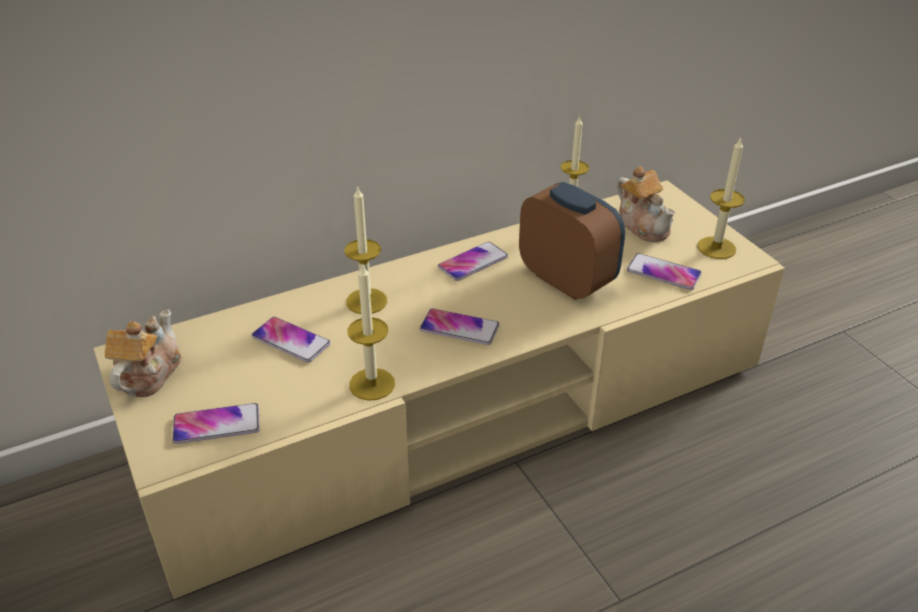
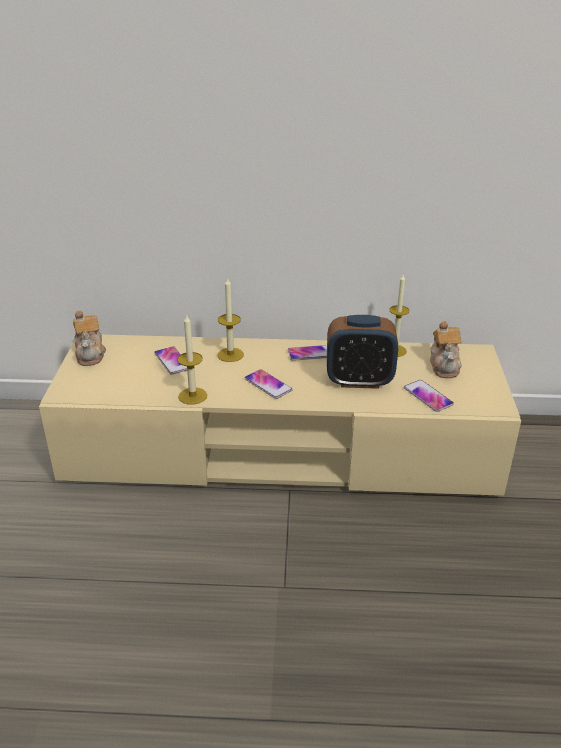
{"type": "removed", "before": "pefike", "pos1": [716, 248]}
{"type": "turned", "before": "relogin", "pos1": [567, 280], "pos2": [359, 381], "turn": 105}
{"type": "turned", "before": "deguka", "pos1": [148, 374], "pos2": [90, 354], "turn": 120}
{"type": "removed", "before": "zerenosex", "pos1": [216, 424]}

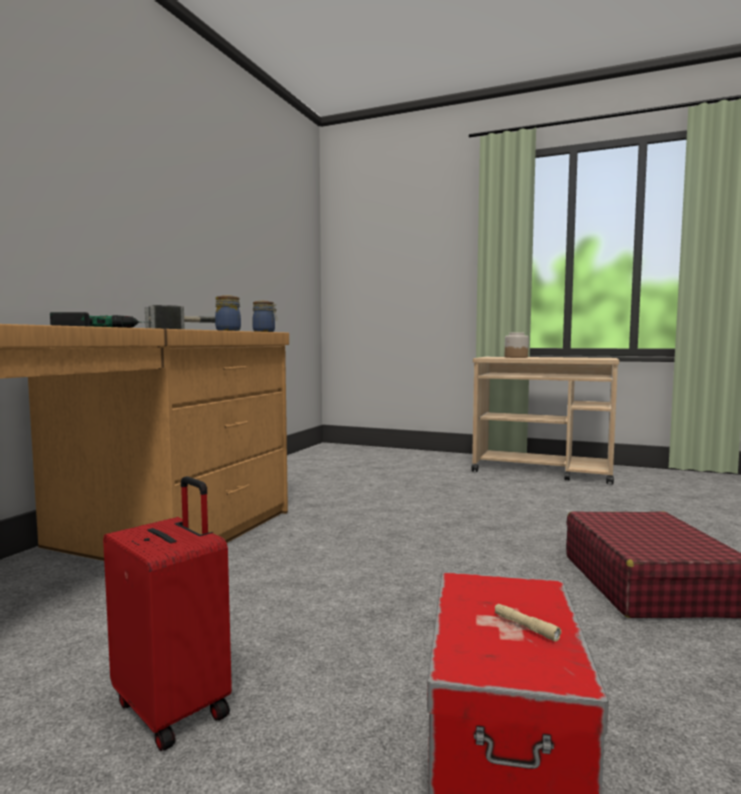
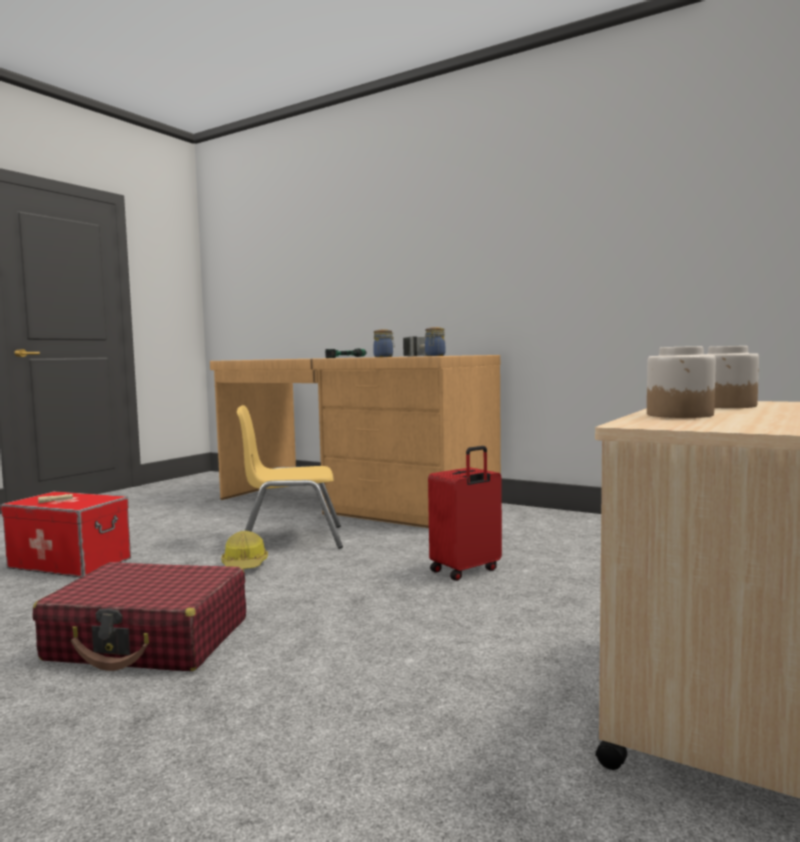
{"type": "moved", "before": "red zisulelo", "pos1": [175, 707], "pos2": [466, 571]}
{"type": "added", "after": "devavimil", "pos2": [680, 415]}
{"type": "added", "after": "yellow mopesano", "pos2": [291, 539]}
{"type": "added", "after": "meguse", "pos2": [245, 565]}

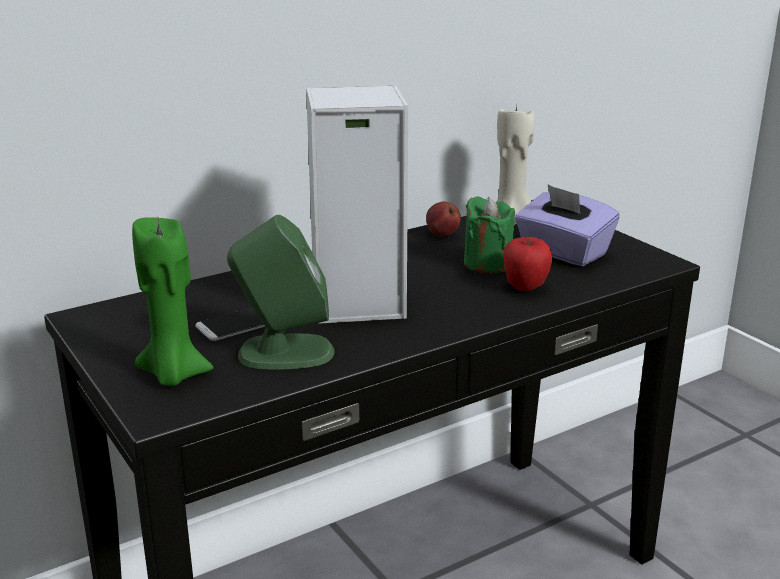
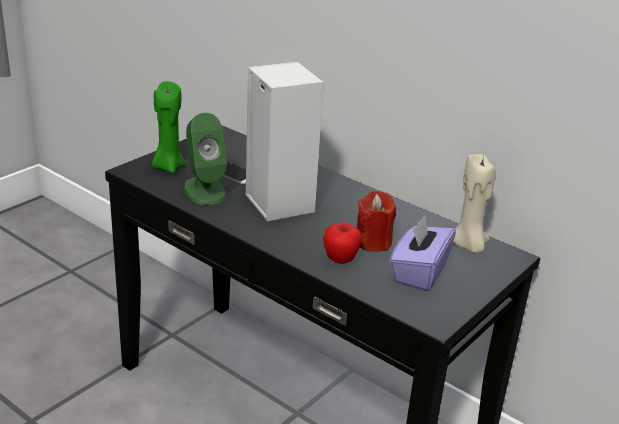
{"type": "recoloured", "before": "green pefike", "after": "red pefike", "pos1": [487, 264], "pos2": [373, 242]}
{"type": "removed", "before": "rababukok", "pos1": [441, 235]}

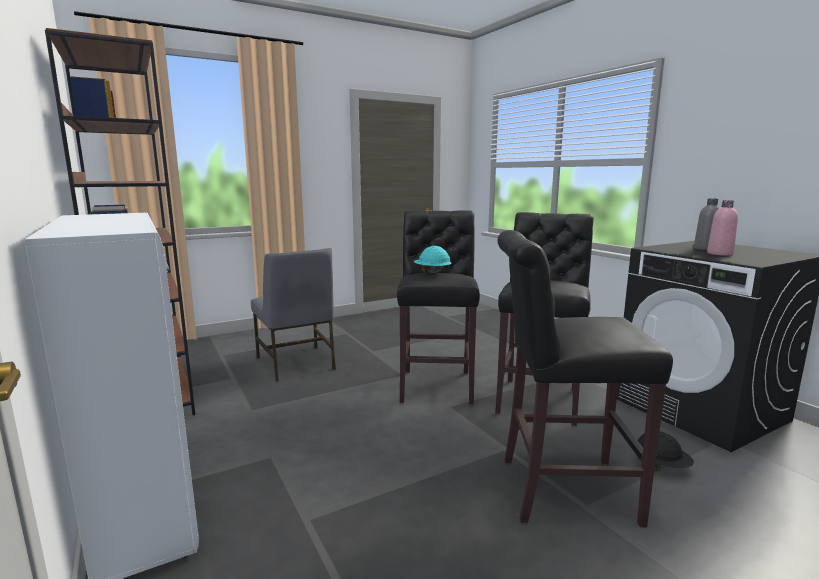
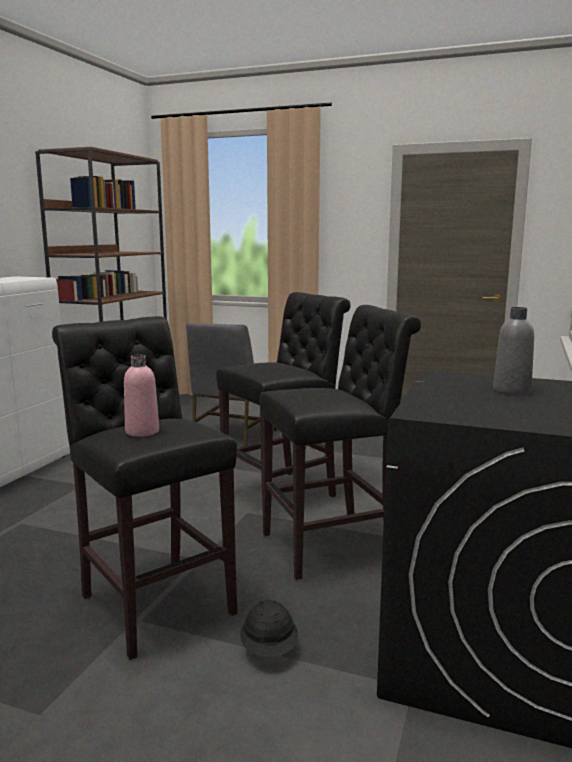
{"type": "moved", "before": "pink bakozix", "pos1": [720, 253], "pos2": [142, 431]}
{"type": "removed", "before": "turquoise meguse", "pos1": [432, 273]}

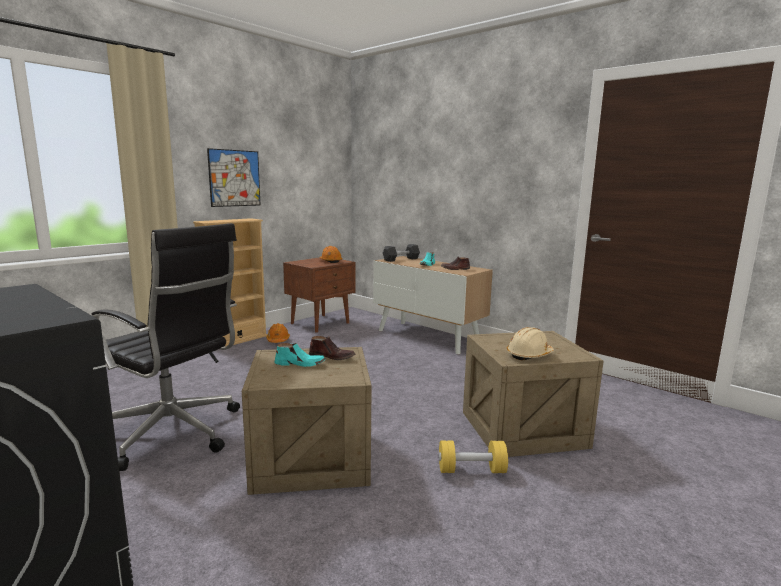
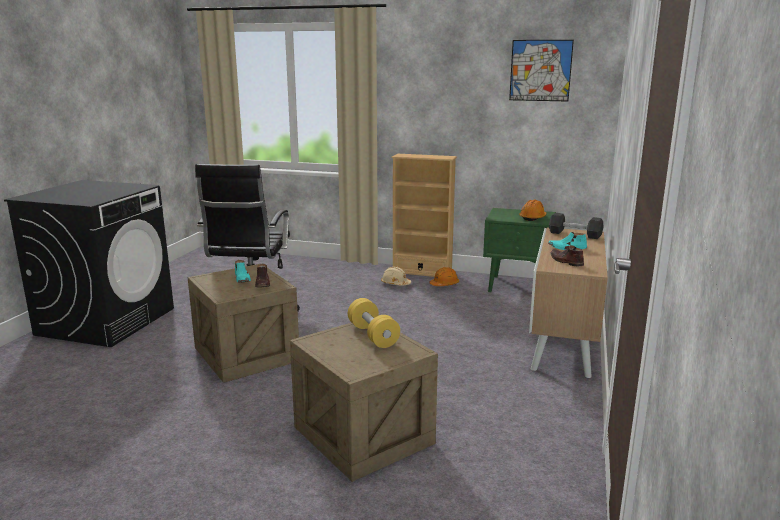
{"type": "moved", "before": "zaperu", "pos1": [234, 178], "pos2": [540, 70]}
{"type": "recoloured", "before": "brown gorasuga", "after": "green gorasuga", "pos1": [321, 323], "pos2": [517, 286]}
{"type": "moved", "before": "beige meguse", "pos1": [529, 355], "pos2": [395, 283]}
{"type": "moved", "before": "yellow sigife", "pos1": [471, 470], "pos2": [373, 335]}

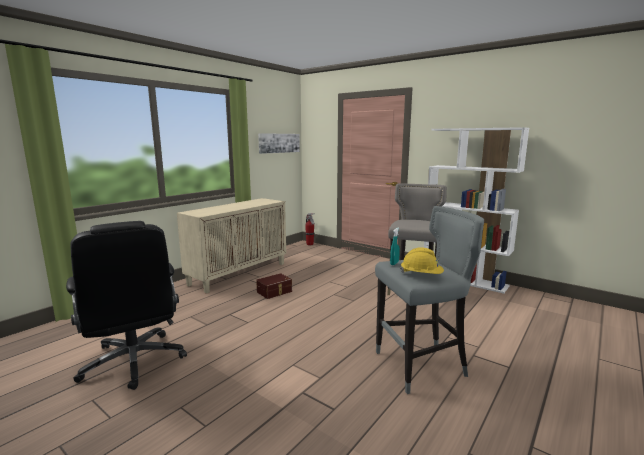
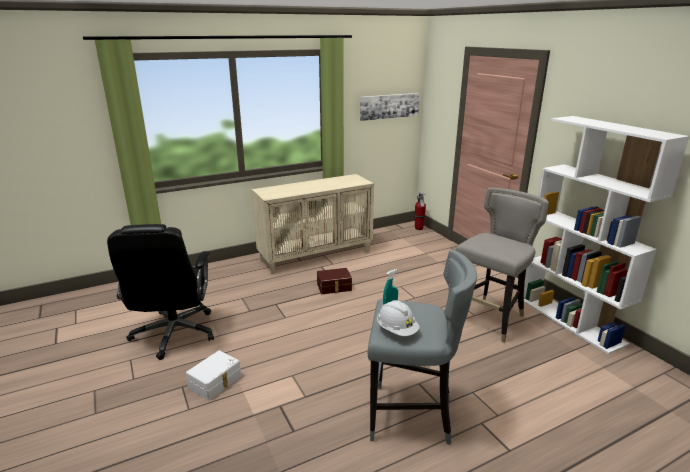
{"type": "recoloured", "before": "yellow meguse", "after": "white meguse", "pos1": [421, 275], "pos2": [397, 330]}
{"type": "added", "after": "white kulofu", "pos2": [216, 382]}

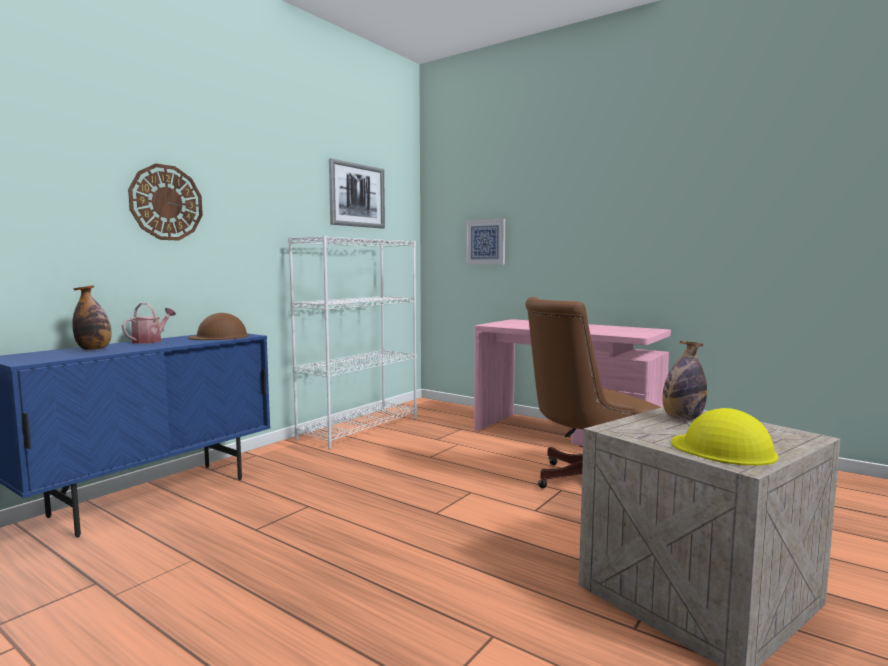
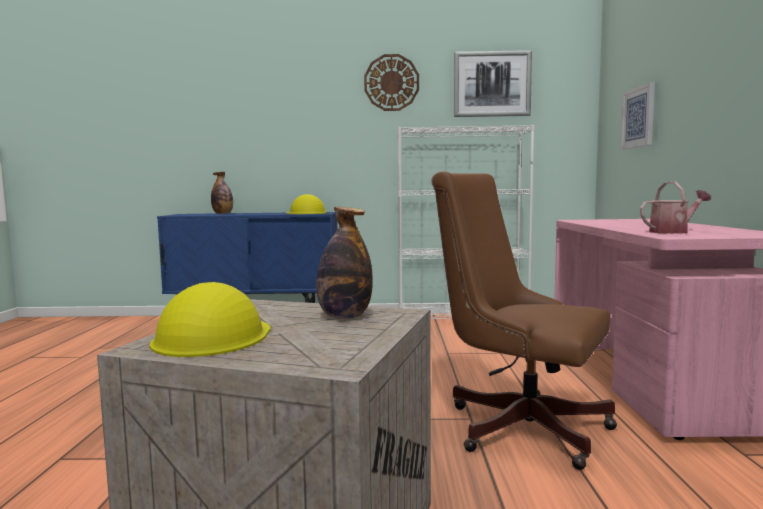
{"type": "moved", "before": "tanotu", "pos1": [166, 202], "pos2": [391, 83]}
{"type": "moved", "before": "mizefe", "pos1": [150, 341], "pos2": [672, 232]}
{"type": "recoloured", "before": "brown meguse", "after": "yellow meguse", "pos1": [219, 337], "pos2": [306, 213]}

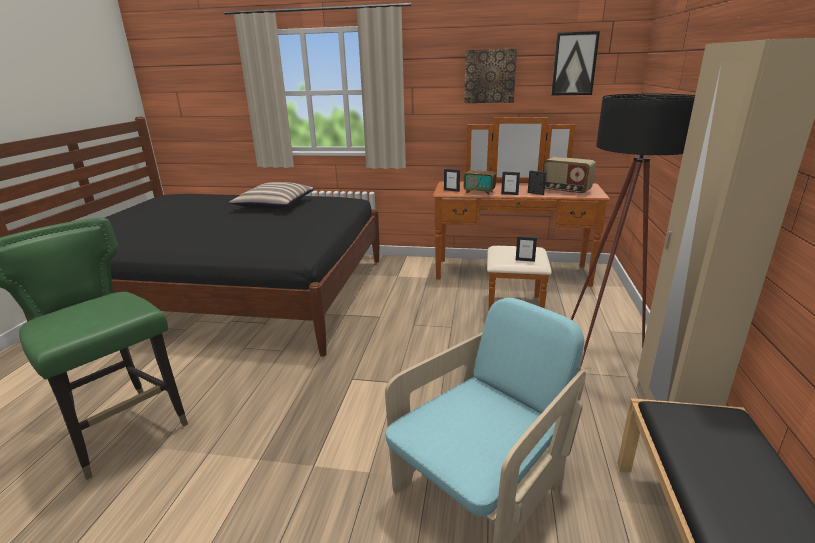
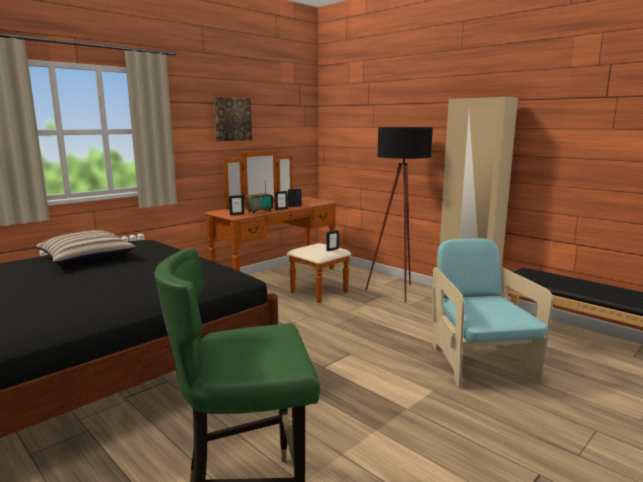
{"type": "removed", "before": "zaperu", "pos1": [574, 64]}
{"type": "removed", "before": "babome", "pos1": [565, 191]}

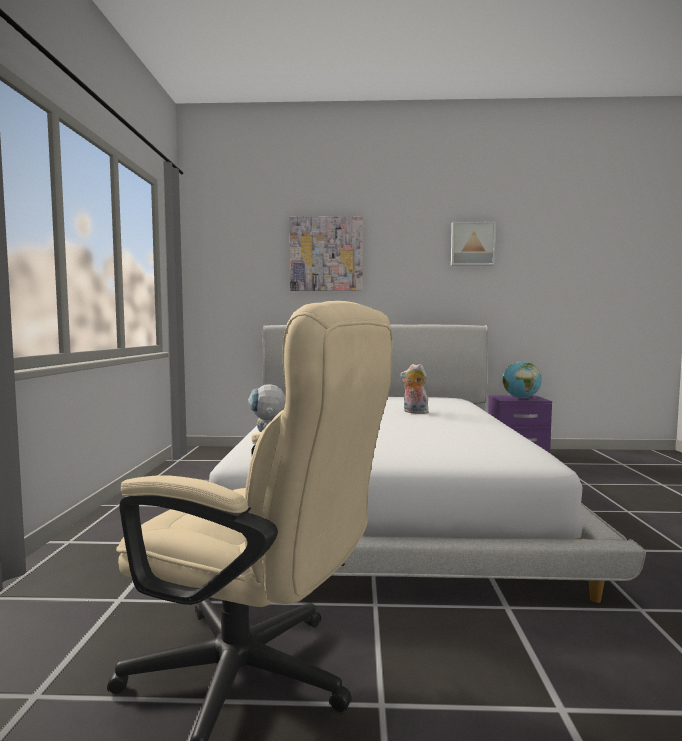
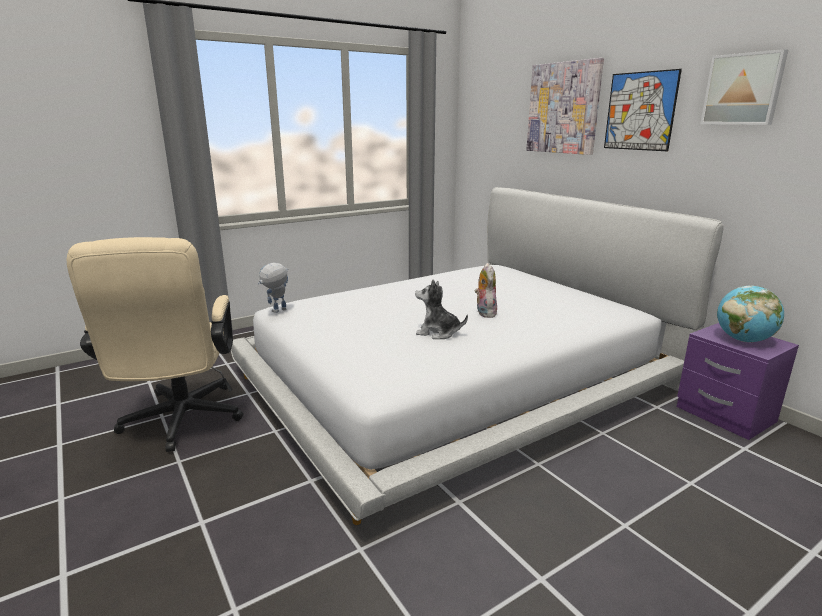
{"type": "added", "after": "zaperu", "pos2": [640, 111]}
{"type": "added", "after": "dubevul", "pos2": [438, 333]}

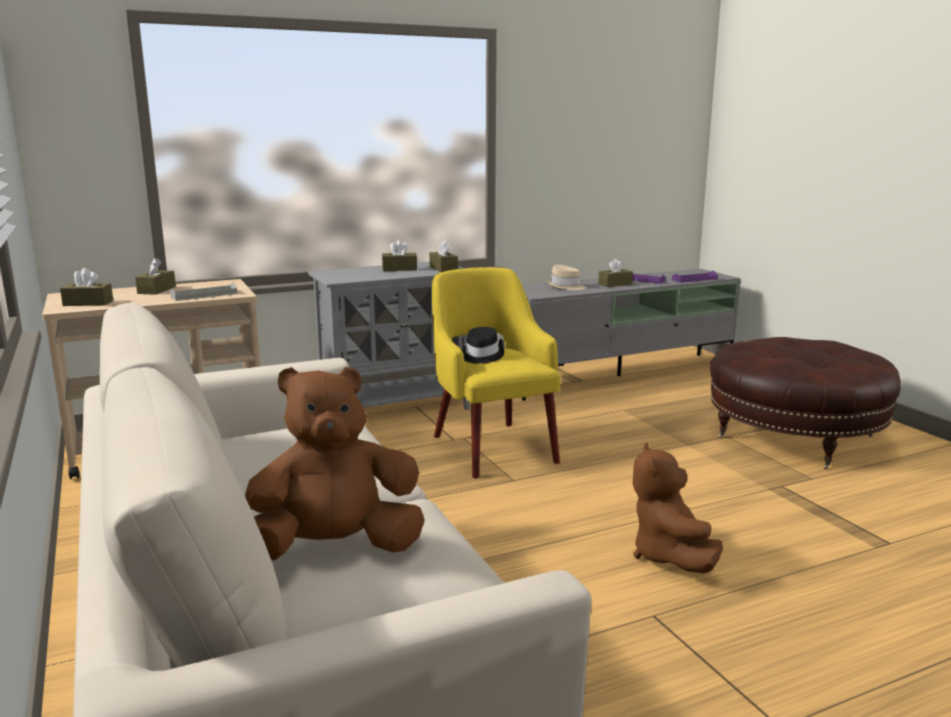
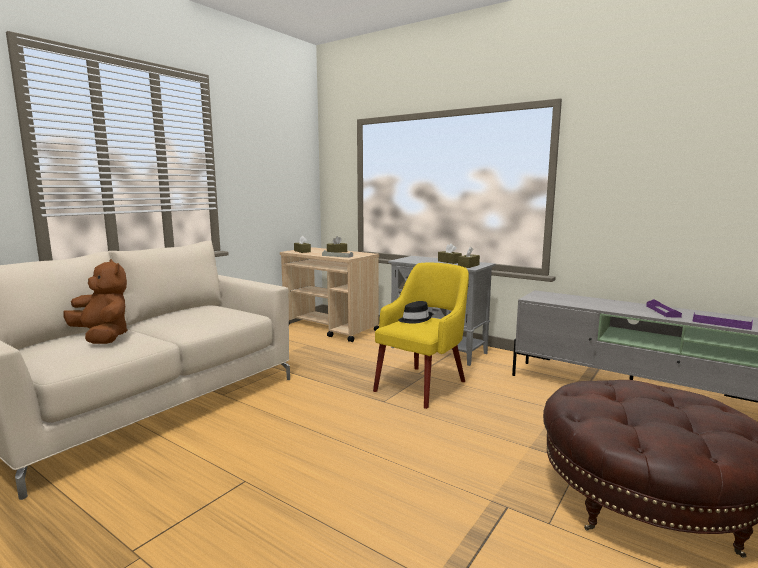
{"type": "removed", "before": "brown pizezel", "pos1": [615, 284]}
{"type": "removed", "before": "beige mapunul", "pos1": [565, 286]}
{"type": "removed", "before": "brown dubevul", "pos1": [669, 556]}

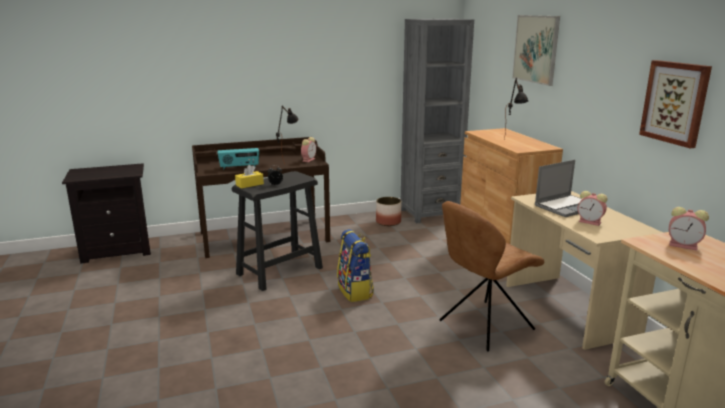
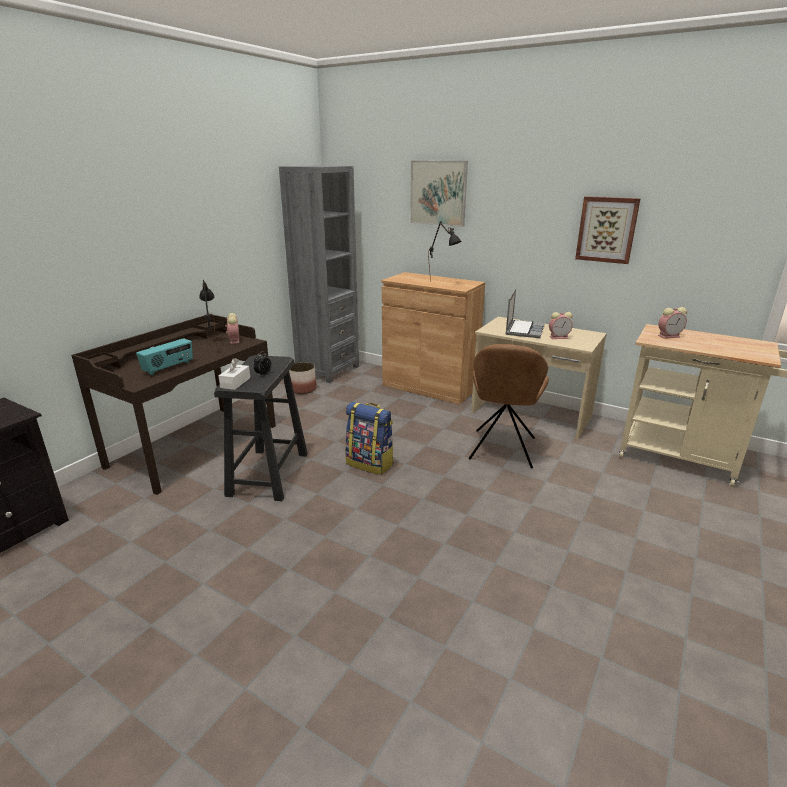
{"type": "recoloured", "before": "yellow pizezel", "after": "white pizezel", "pos1": [249, 184], "pos2": [235, 383]}

